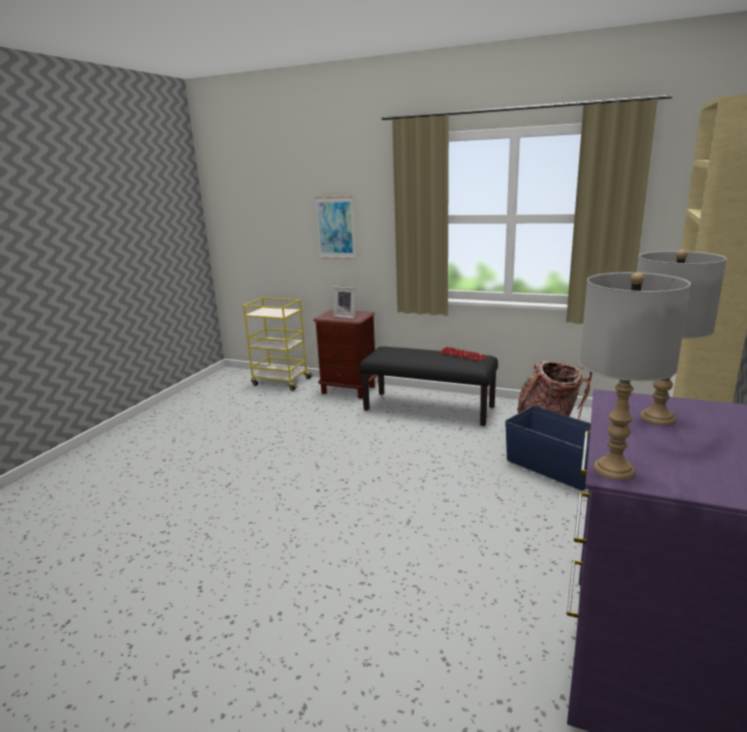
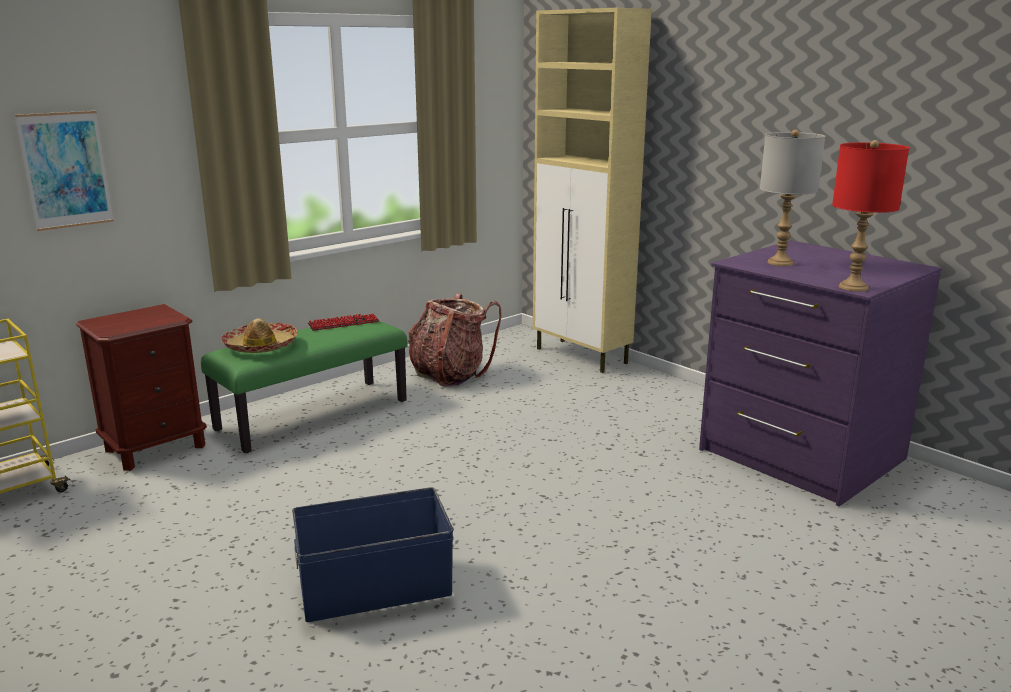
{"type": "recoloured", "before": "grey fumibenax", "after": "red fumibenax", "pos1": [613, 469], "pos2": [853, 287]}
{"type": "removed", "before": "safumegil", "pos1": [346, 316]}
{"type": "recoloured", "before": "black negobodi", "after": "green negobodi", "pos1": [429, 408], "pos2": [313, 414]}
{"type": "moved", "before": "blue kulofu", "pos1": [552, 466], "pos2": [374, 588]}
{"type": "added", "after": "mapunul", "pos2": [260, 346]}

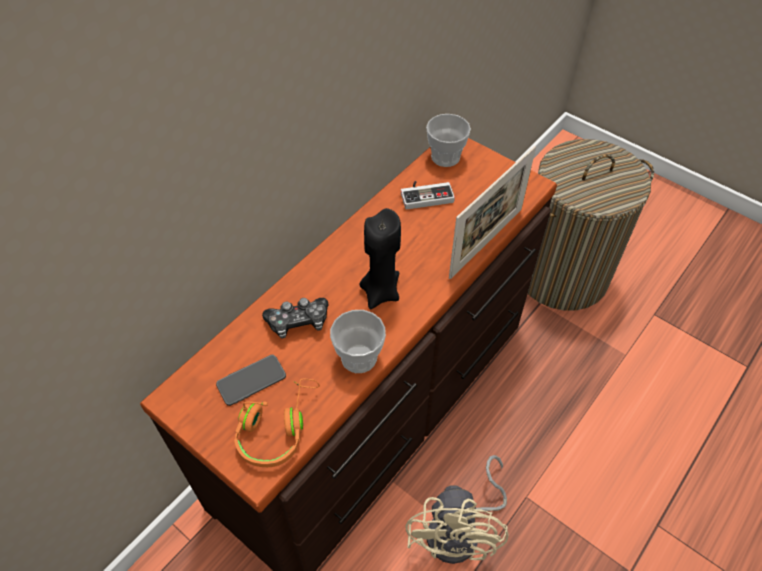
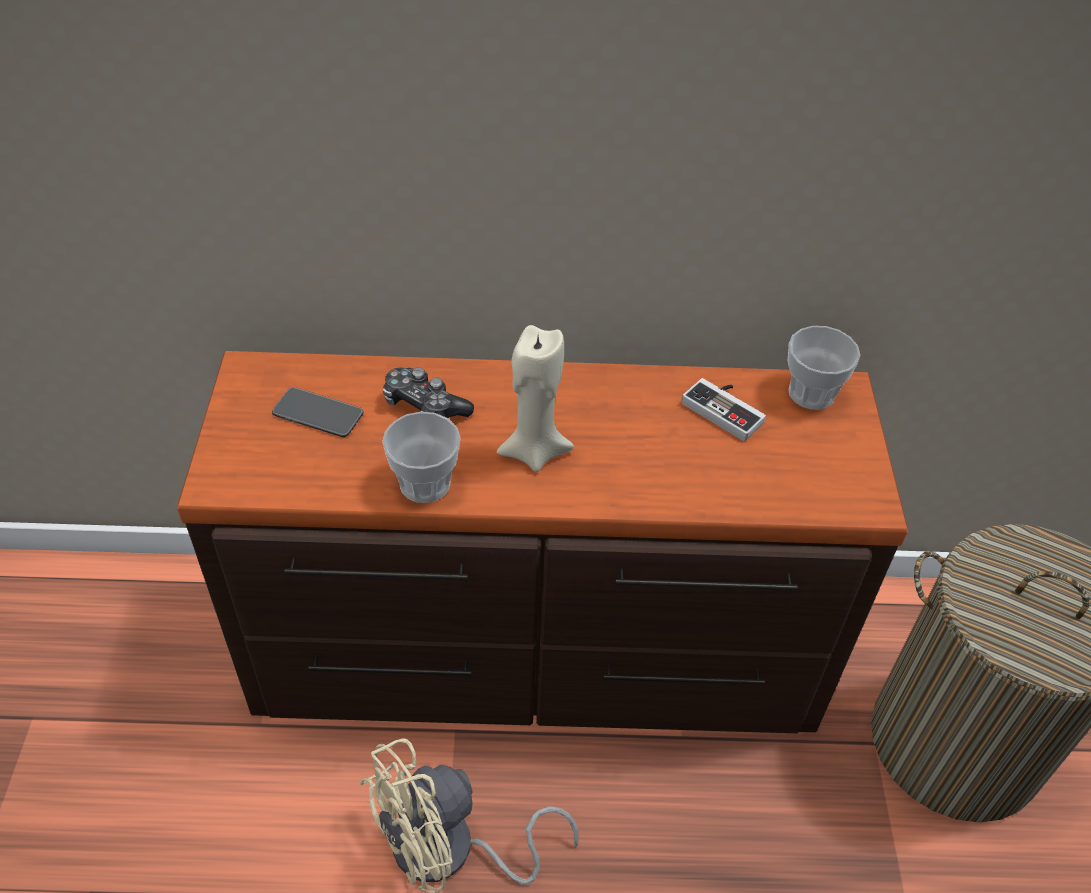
{"type": "removed", "before": "safumegil", "pos1": [486, 242]}
{"type": "recoloured", "before": "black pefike", "after": "beige pefike", "pos1": [381, 292], "pos2": [534, 451]}
{"type": "removed", "before": "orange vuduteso", "pos1": [277, 428]}

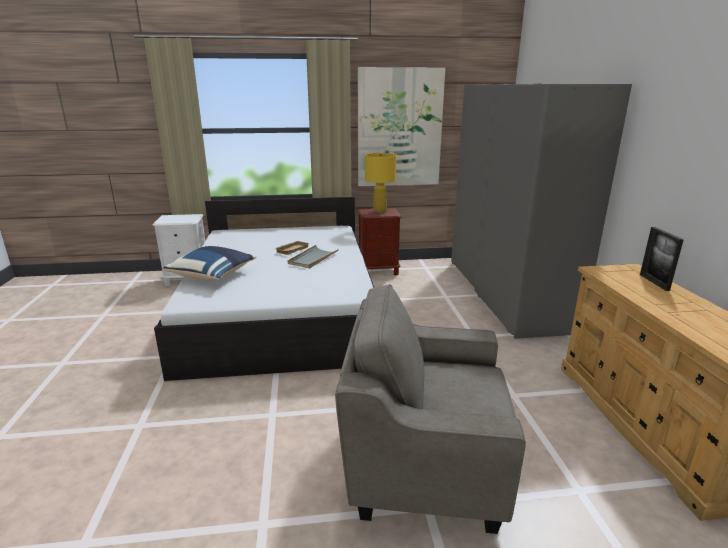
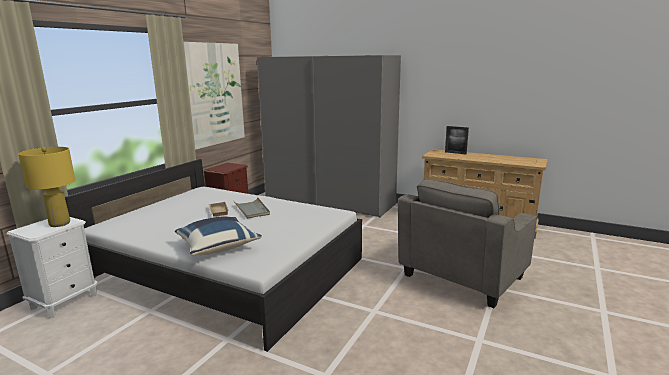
{"type": "moved", "before": "yellow fumibenax", "pos1": [379, 211], "pos2": [59, 224]}

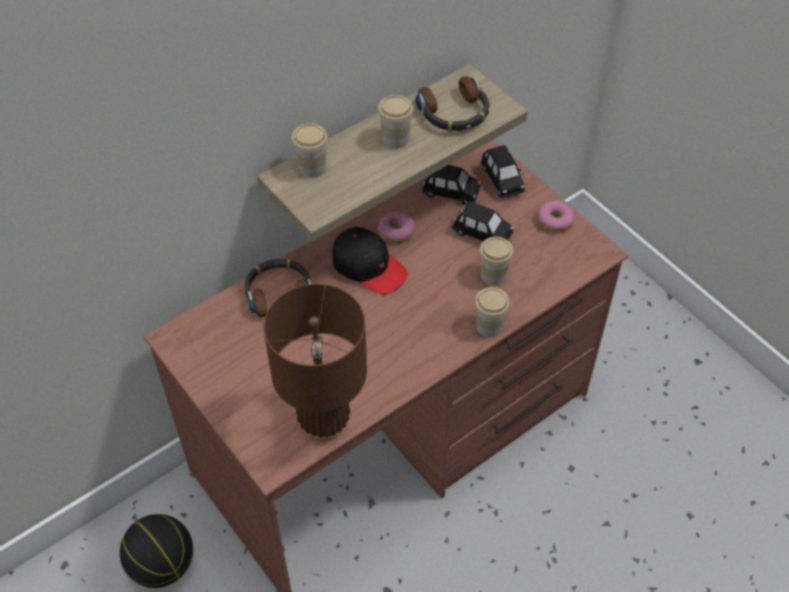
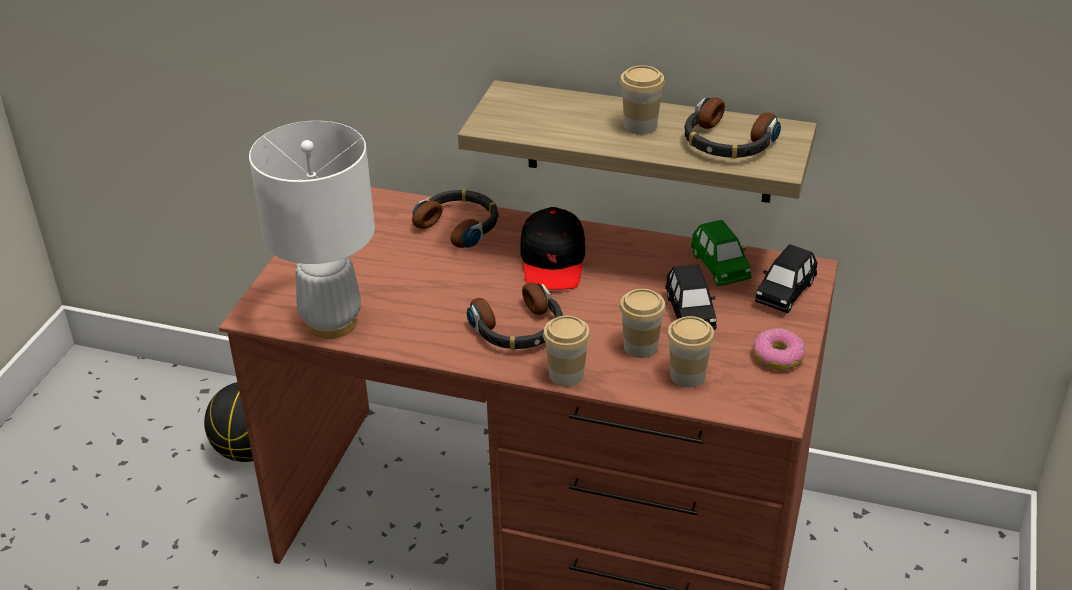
{"type": "moved", "before": "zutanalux", "pos1": [312, 168], "pos2": [687, 375]}
{"type": "recoloured", "before": "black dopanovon", "after": "green dopanovon", "pos1": [451, 192], "pos2": [719, 267]}
{"type": "removed", "before": "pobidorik", "pos1": [396, 231]}
{"type": "recoloured", "before": "brown fumibenax", "after": "white fumibenax", "pos1": [324, 423], "pos2": [331, 323]}
{"type": "added", "after": "vuduteso", "pos2": [518, 329]}

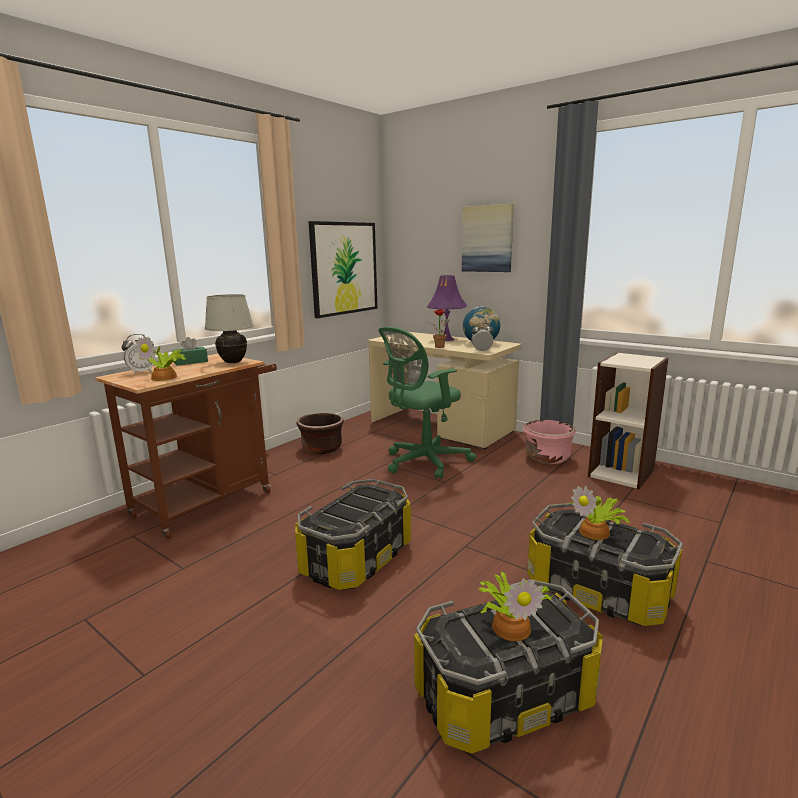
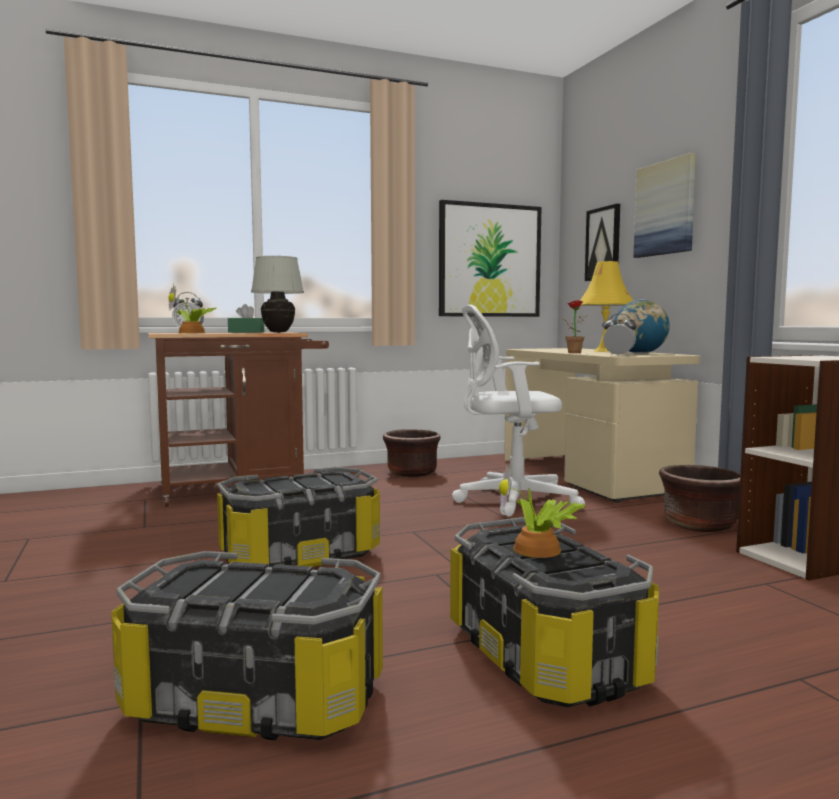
{"type": "recoloured", "before": "purple fumibenax", "after": "yellow fumibenax", "pos1": [446, 339], "pos2": [604, 351]}
{"type": "recoloured", "before": "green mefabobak", "after": "white mefabobak", "pos1": [423, 462], "pos2": [510, 500]}
{"type": "recoloured", "before": "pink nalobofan", "after": "brown nalobofan", "pos1": [547, 458], "pos2": [699, 524]}
{"type": "removed", "before": "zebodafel", "pos1": [512, 625]}
{"type": "added", "after": "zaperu", "pos2": [603, 244]}

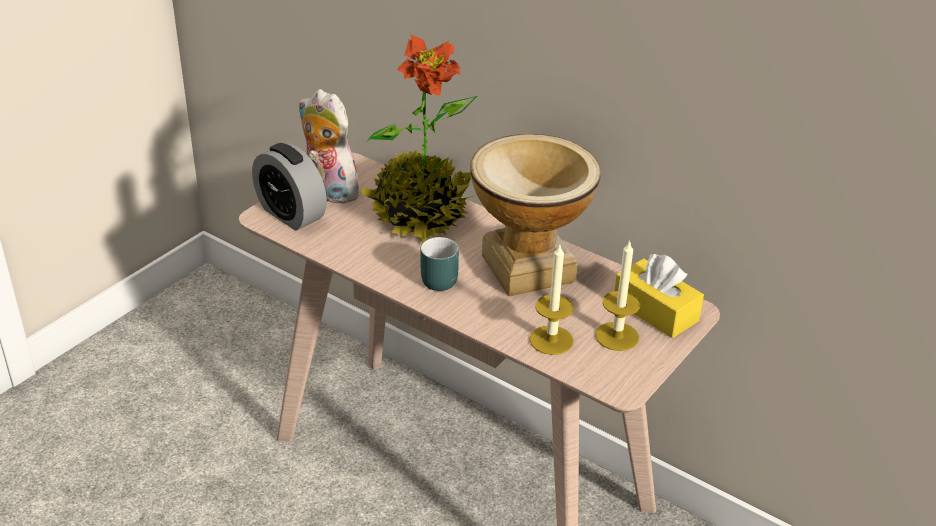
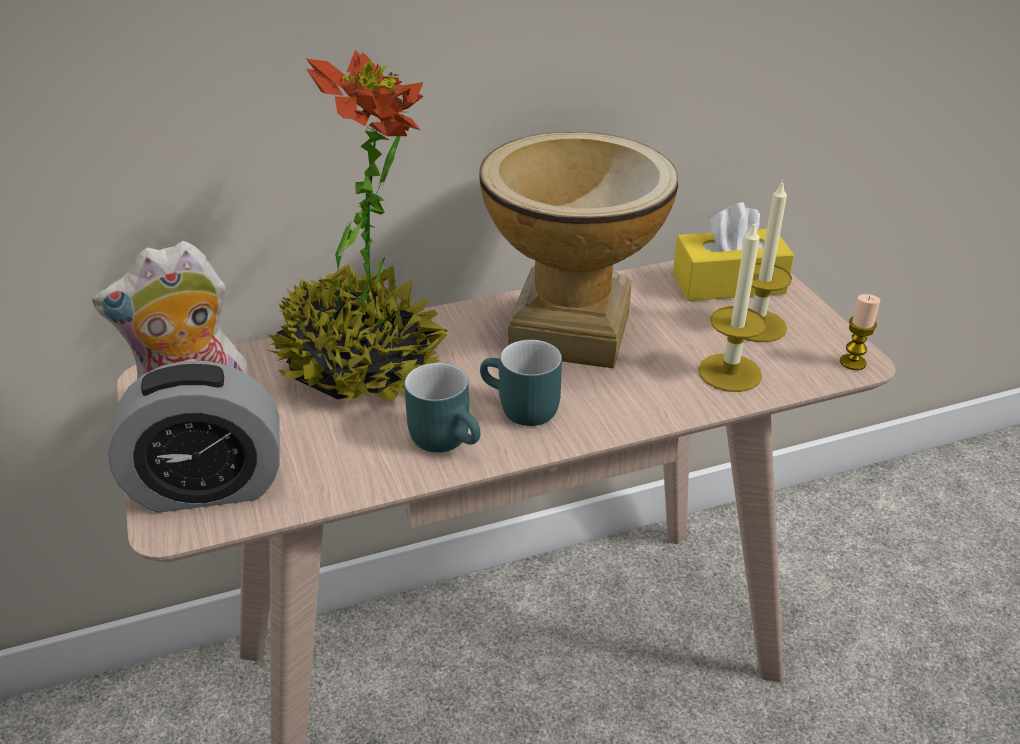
{"type": "added", "after": "pefike", "pos2": [852, 362]}
{"type": "added", "after": "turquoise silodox", "pos2": [449, 438]}

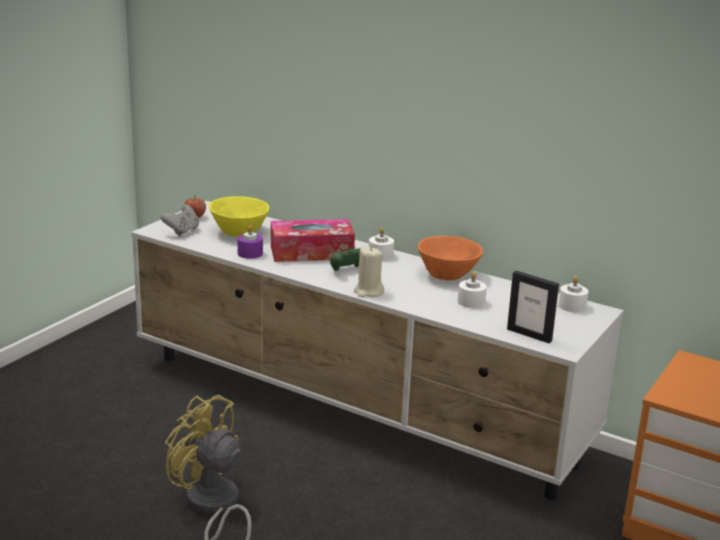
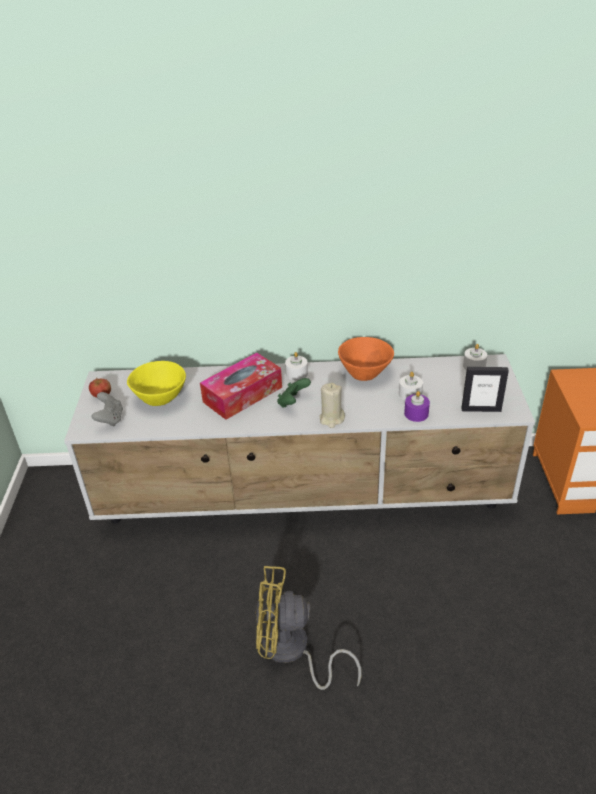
{"type": "moved", "before": "purple pefike", "pos1": [250, 253], "pos2": [416, 413]}

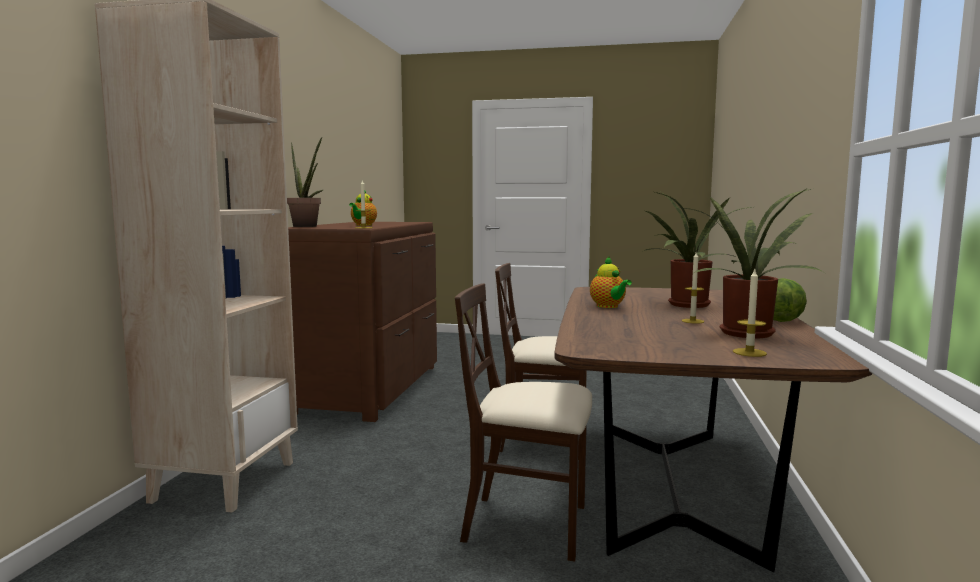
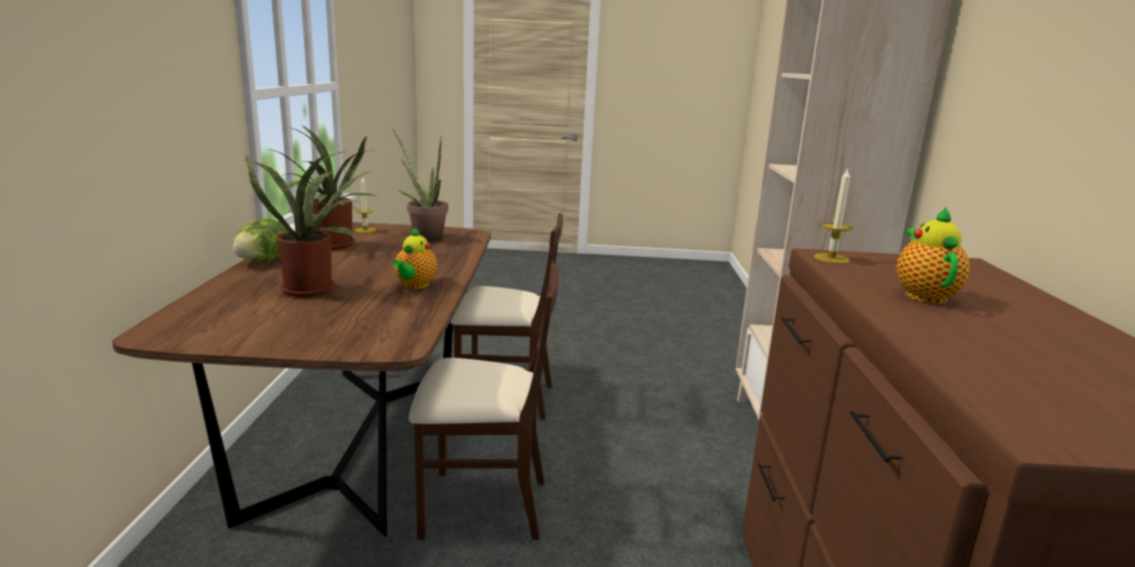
{"type": "moved", "before": "zebodafel", "pos1": [307, 226], "pos2": [423, 237]}
{"type": "removed", "before": "pefike", "pos1": [692, 321]}
{"type": "turned", "before": "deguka", "pos1": [608, 306], "pos2": [414, 285], "turn": -135}

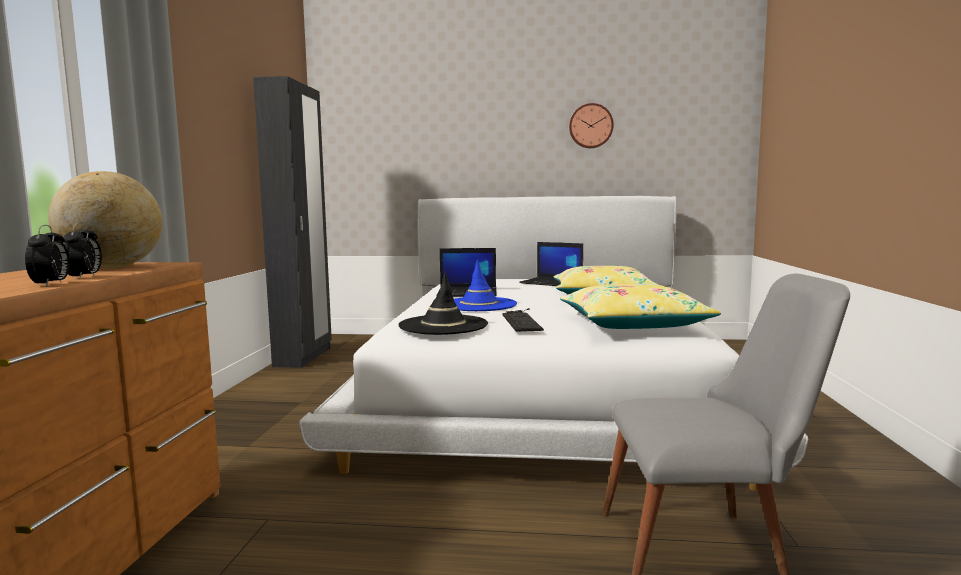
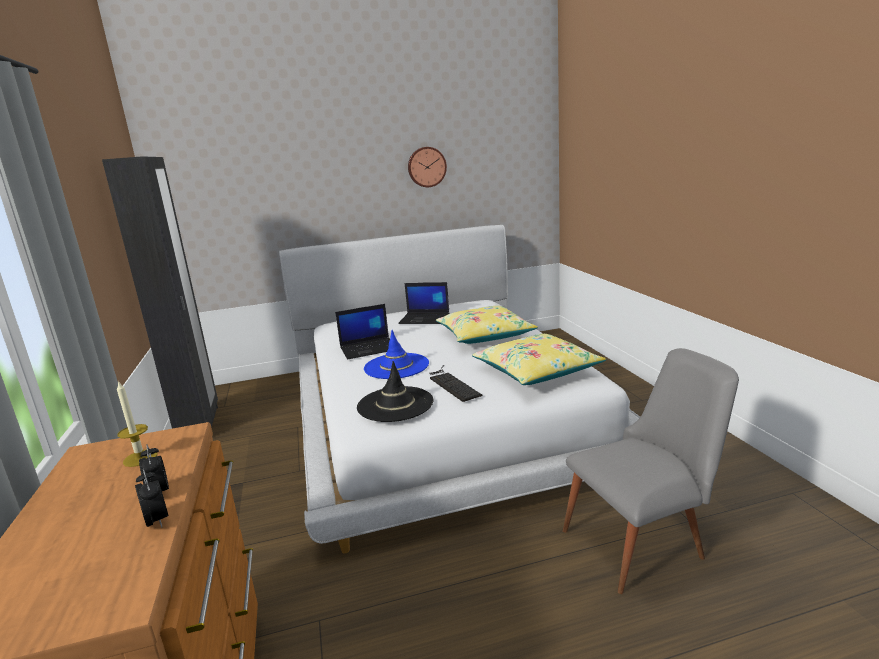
{"type": "replaced", "before": "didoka", "after": "pefike", "pos1": [113, 267], "pos2": [140, 458]}

